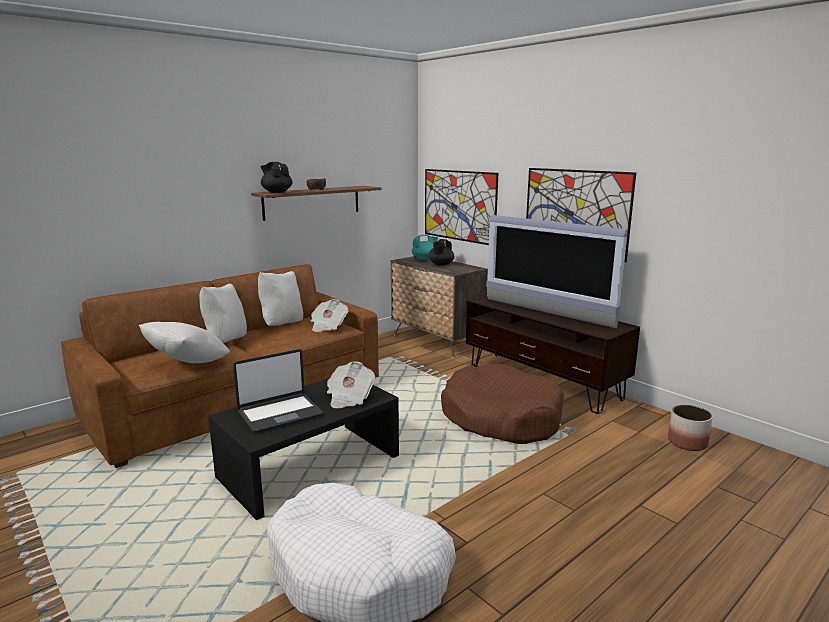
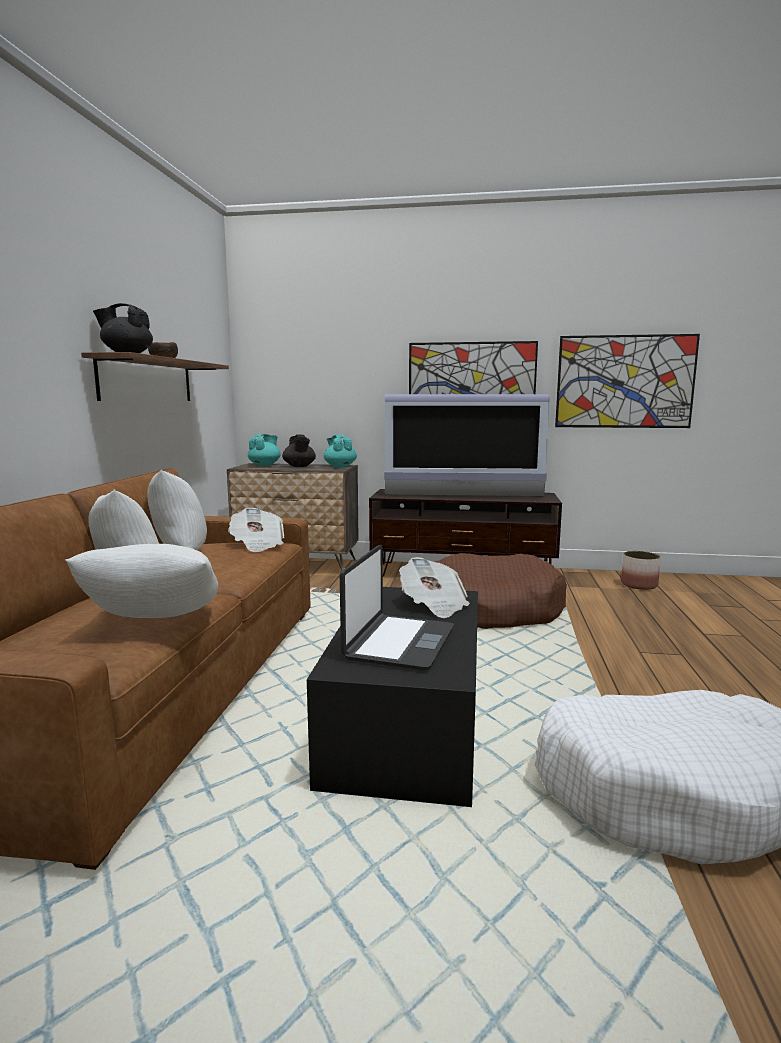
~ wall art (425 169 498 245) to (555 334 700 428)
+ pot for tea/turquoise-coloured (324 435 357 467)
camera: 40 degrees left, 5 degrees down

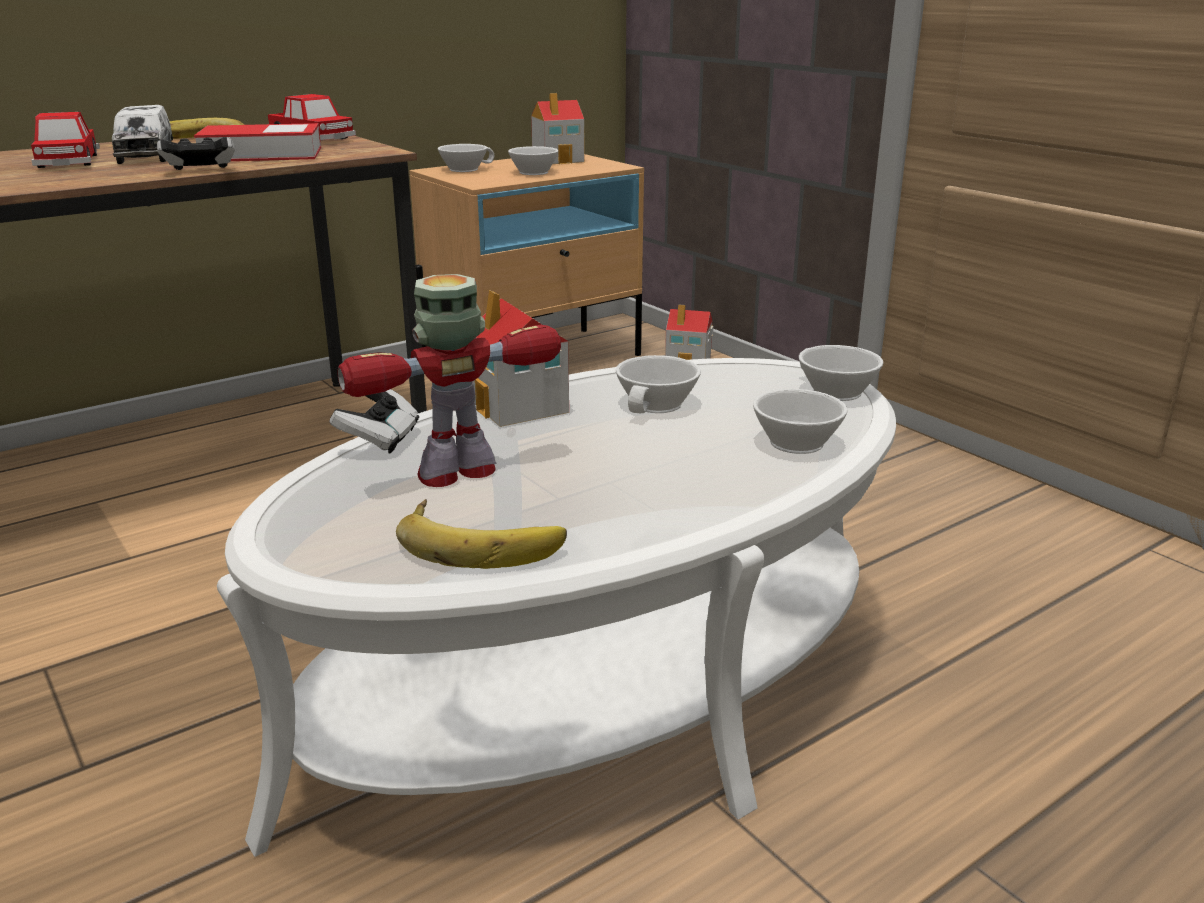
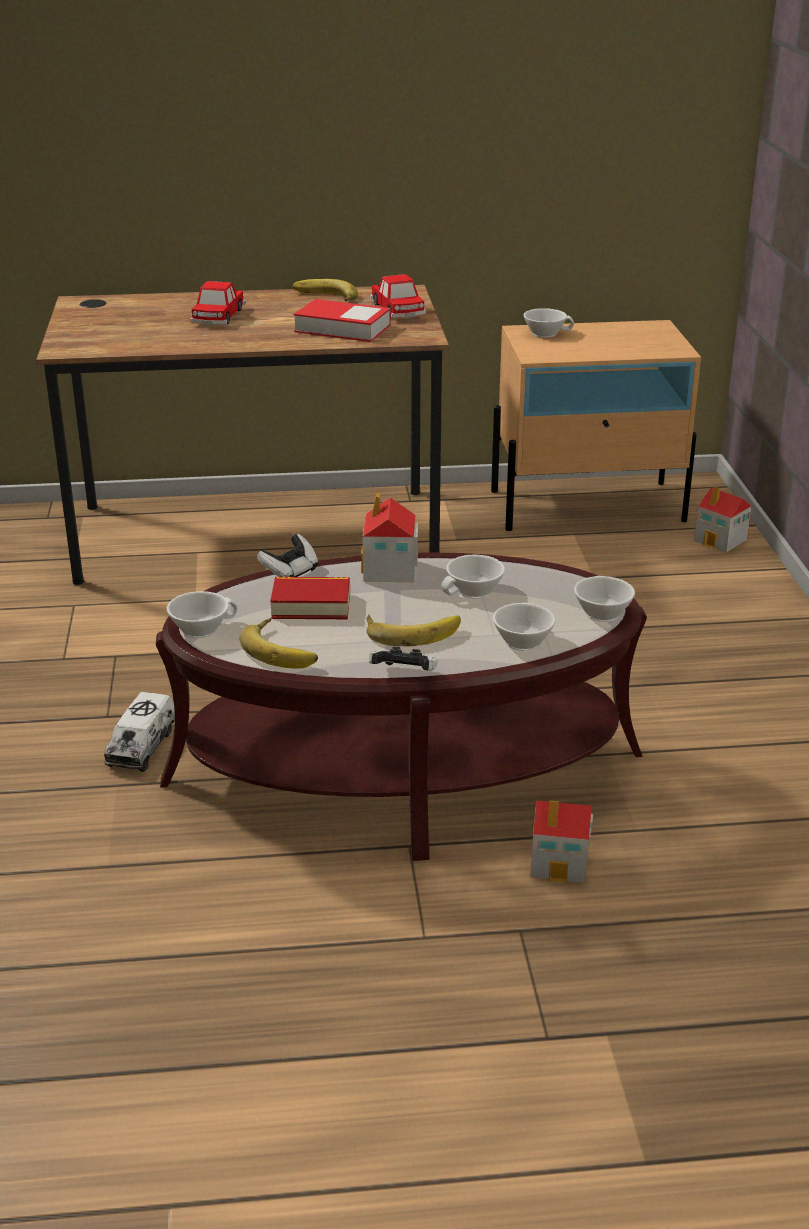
~ toy lorry (112 105 173 164) to (104 692 175 772)
~ gamepad (157 137 235 170) to (369 647 437 671)
~ coffee table/white-coloured (217 358 896 857) to coffee table/brown-coloured (156 552 647 861)
~ model robot (337 274 561 487) to bound book (270 577 350 619)
~ drinking cup/white-coloured (508 146 558 175) to (167 591 237 638)
~ toy house (531 93 585 164) to (530 801 593 883)
+ banana (367 614 461 647)
camera: 30 degrees right, 5 degrees up

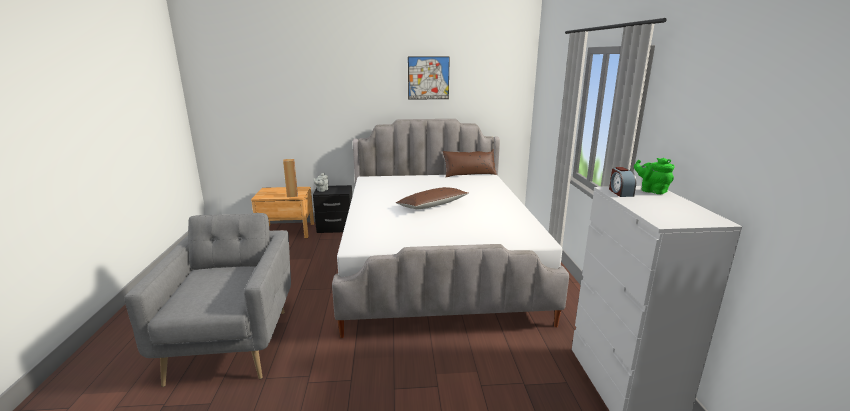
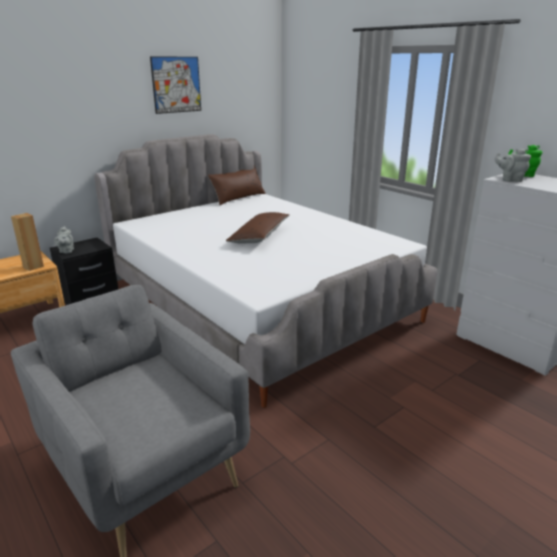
~ bedside clock (609 167 636 197) to pot for tea/grey (495 149 531 182)
camera: 35 degrees left, 5 degrees up

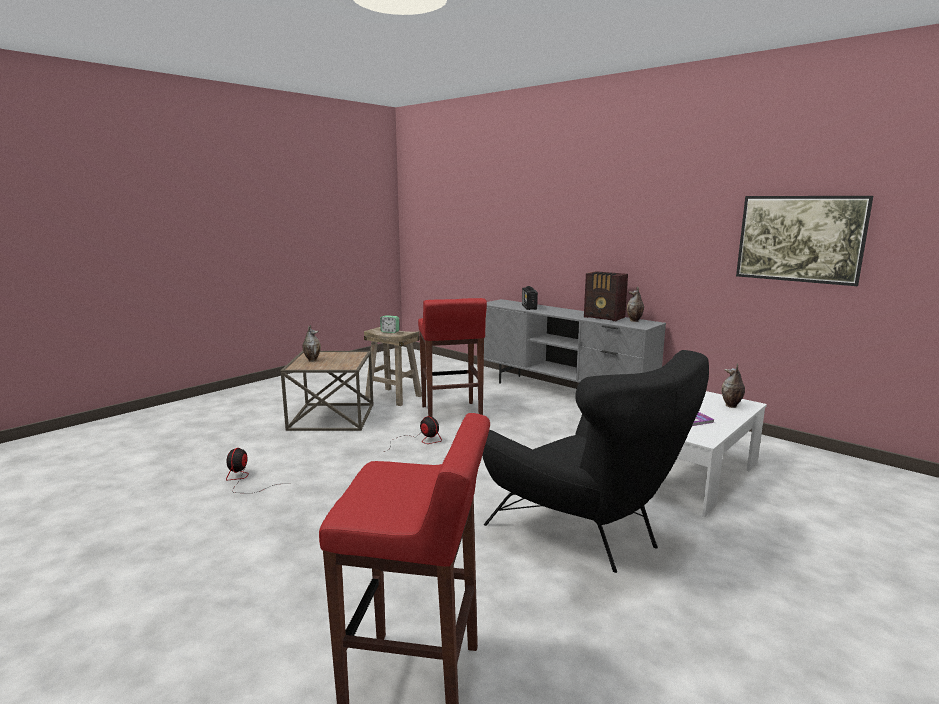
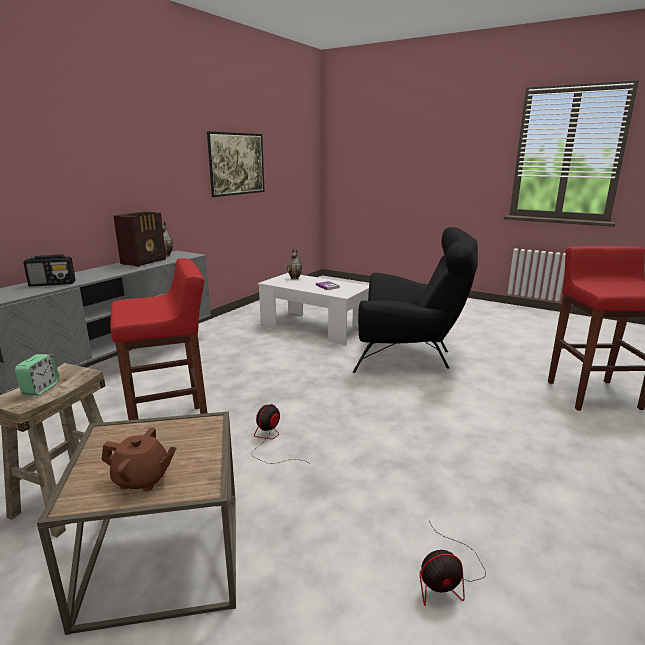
~ flower vase (302 325 321 362) to pot for tea/brown-coloured (102 428 177 491)
~ armchair/black (482 350 709 573) = (353 227 478 373) 60 degrees clockwise
camera: 100 degrees left, 5 degrees up

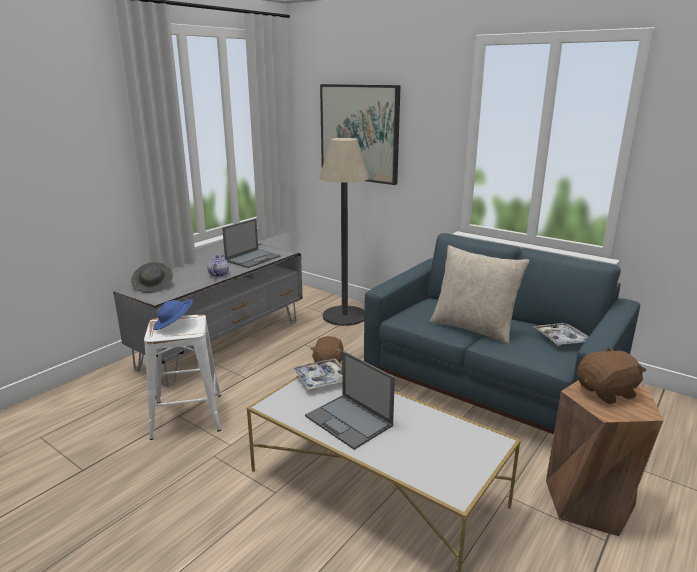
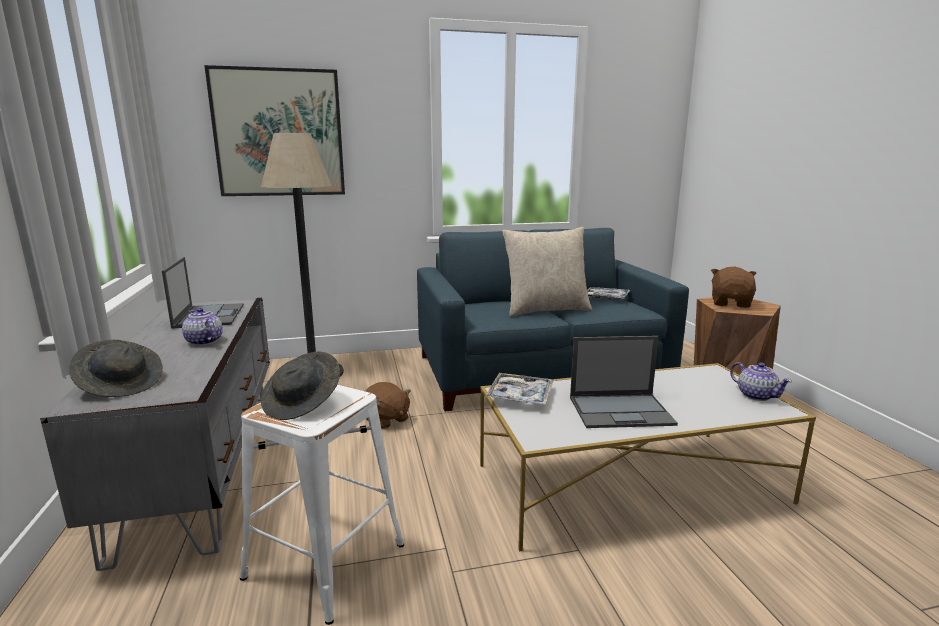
~ clothing hat/bluish (153 299 193 330) to clothing hat/grey (261 352 340 420)
+ pot for tea (730 362 792 401)
camera: 50 degrees left, 5 degrees down

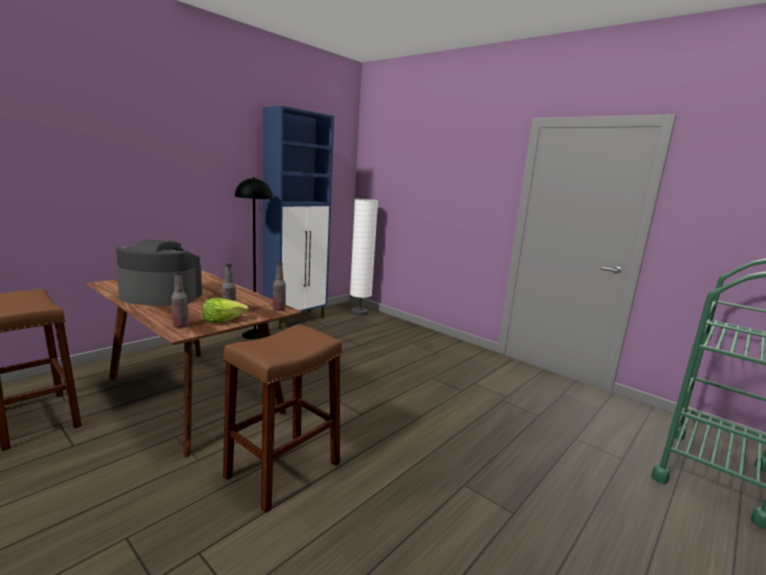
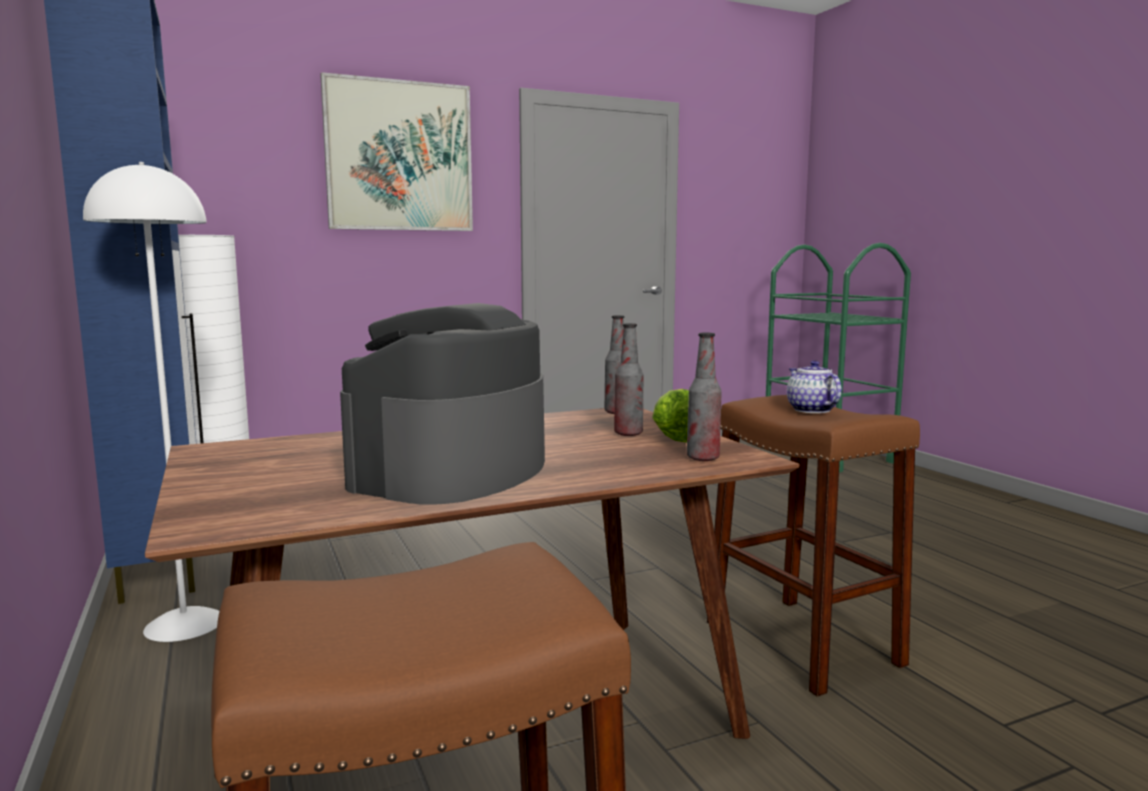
~ floor lamp/black (235 177 273 339) to floor lamp/white-coloured (83 162 219 642)
+ wall art (320 72 473 231)
+ pot for tea (787 360 842 413)
camera: 65 degrees left, 5 degrees down

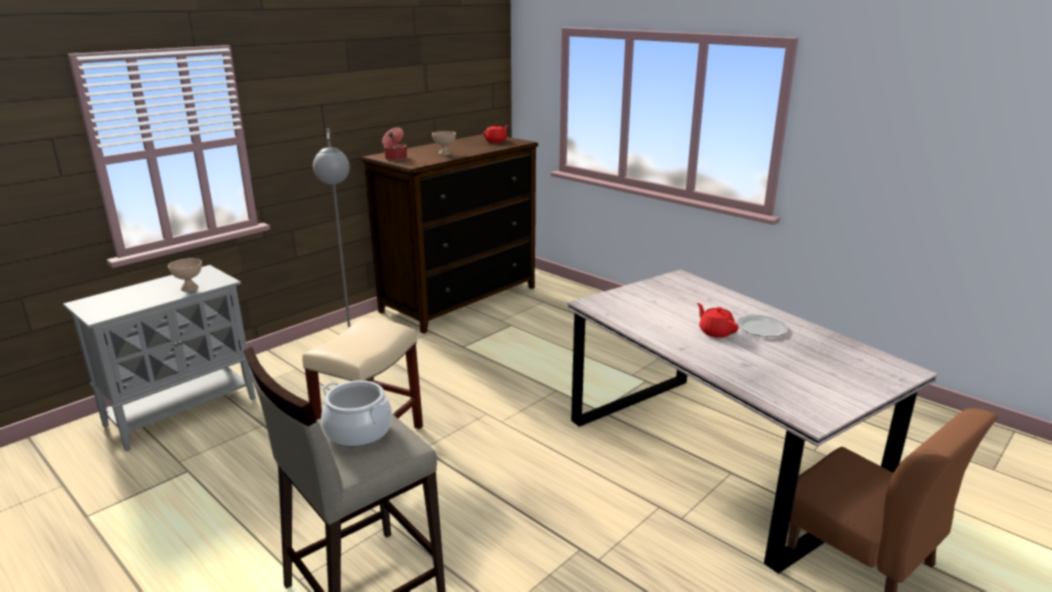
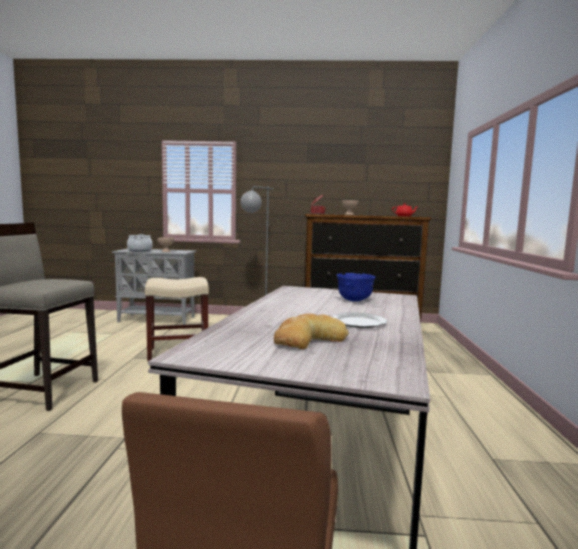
~ cooking pot (321 380 392 447) to (127 234 153 252)
- pot for tea/reddish (697 303 739 338)
+ bread (274 313 348 349)
+ deep dish/bluish (337 273 375 302)
camera: 50 degrees right, 15 degrees down

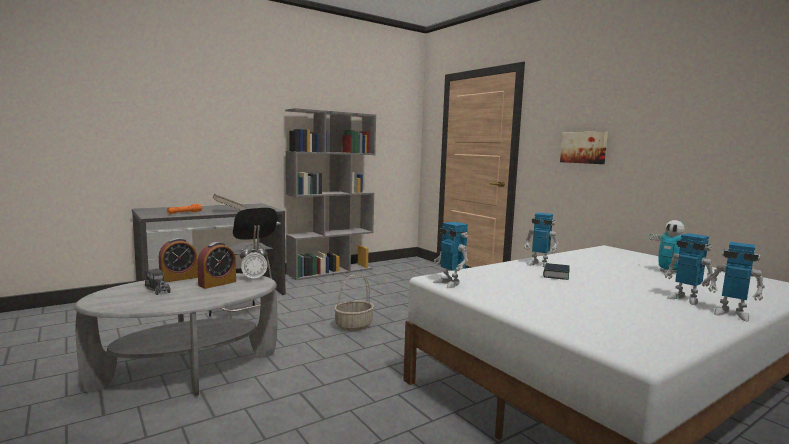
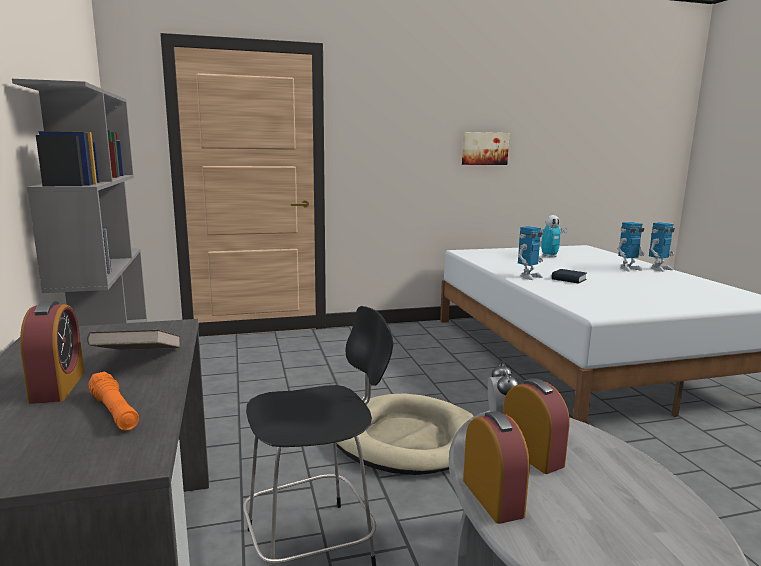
- toy lorry (145 268 171 295)
~ household basket (334 274 374 331) to dog cushion/beige-coloured (336 393 474 475)
- model robot (433 222 468 288)
~ wall art (560 132 608 164) to (462 132 510 165)
+ bedside clock (20 301 84 404)
camera: 70 degrees left, 5 degrees up

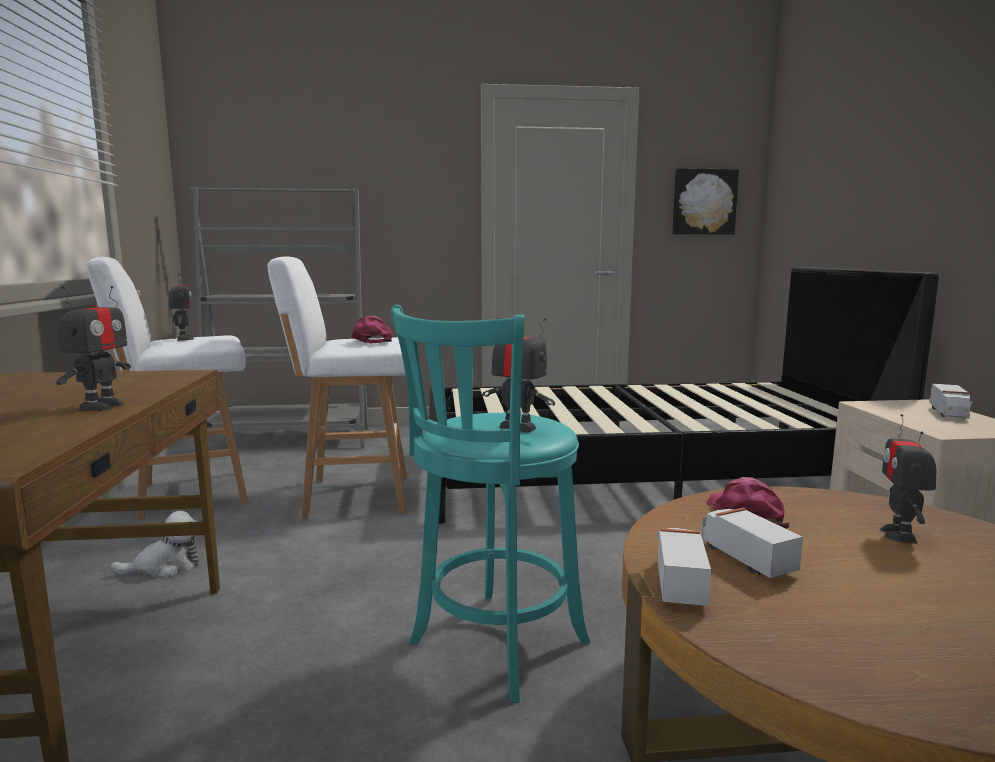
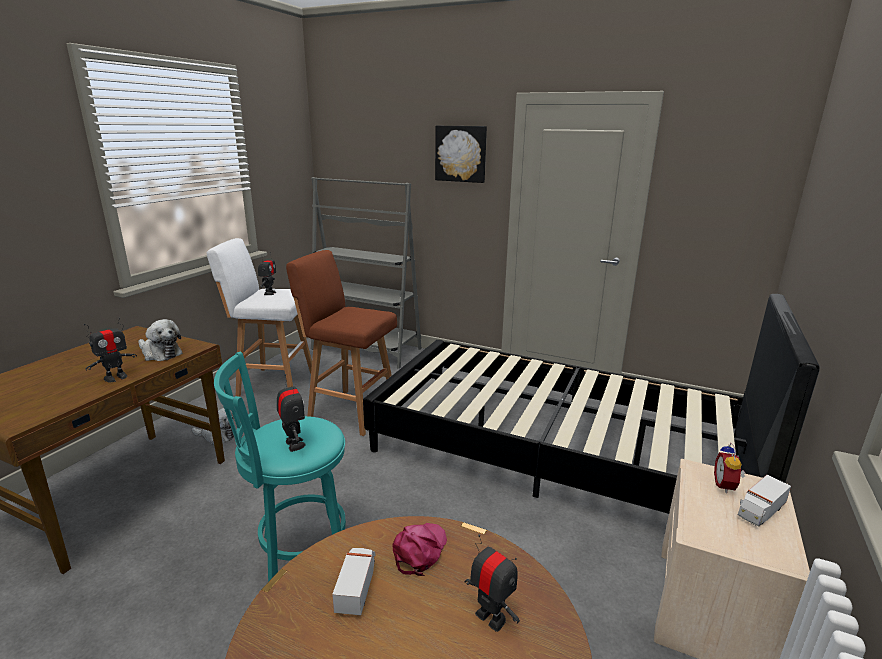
~ stool seat/white-coloured (268 257 407 519) to stool seat/brown-coloured (286 250 397 436)
- baseball cap/pinkish (351 315 393 343)
- toy lorry (657 528 711 606)
~ wall art (672 168 739 235) to (435 126 487 183)
~ model robot (880 414 937 544) = (465 535 520 632) 90 degrees clockwise
+ soft toy (139 319 183 361)
+ bedside clock (714 443 746 493)
camera: 30 degrees right, 10 degrees up

